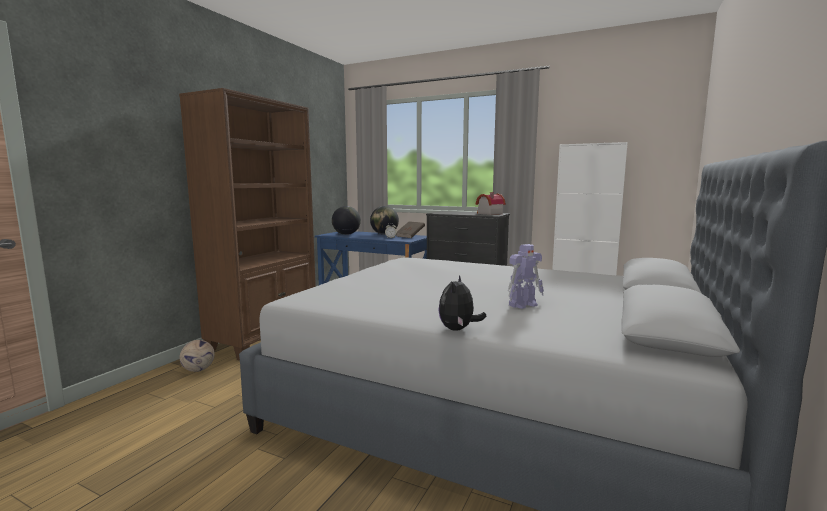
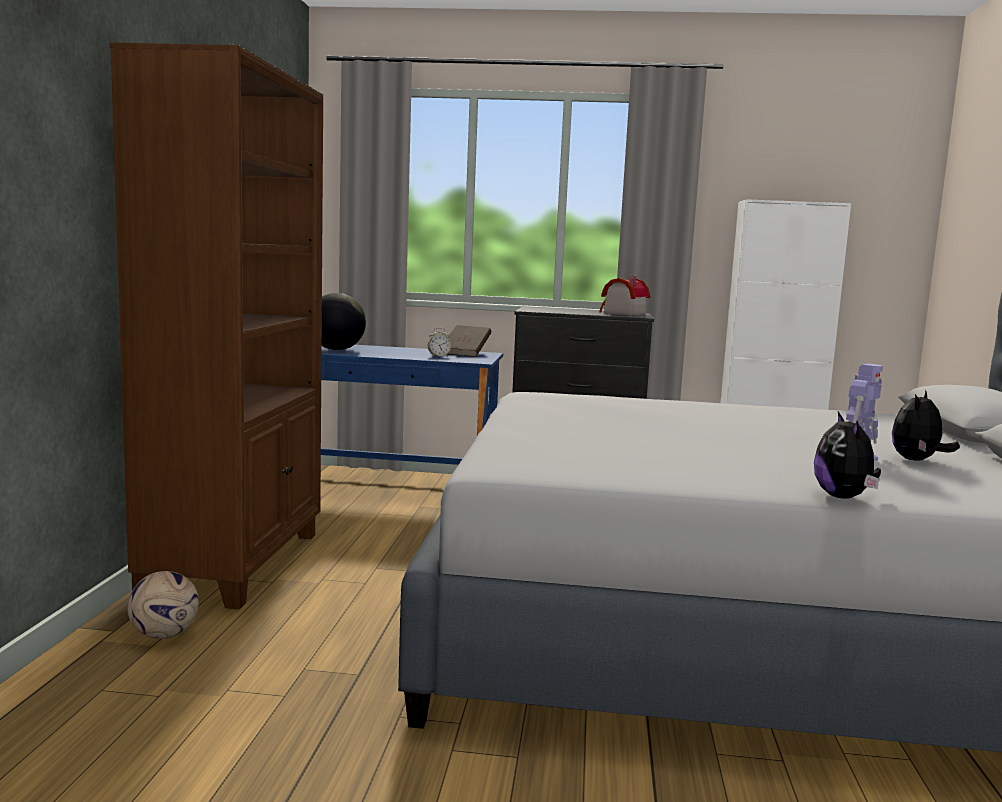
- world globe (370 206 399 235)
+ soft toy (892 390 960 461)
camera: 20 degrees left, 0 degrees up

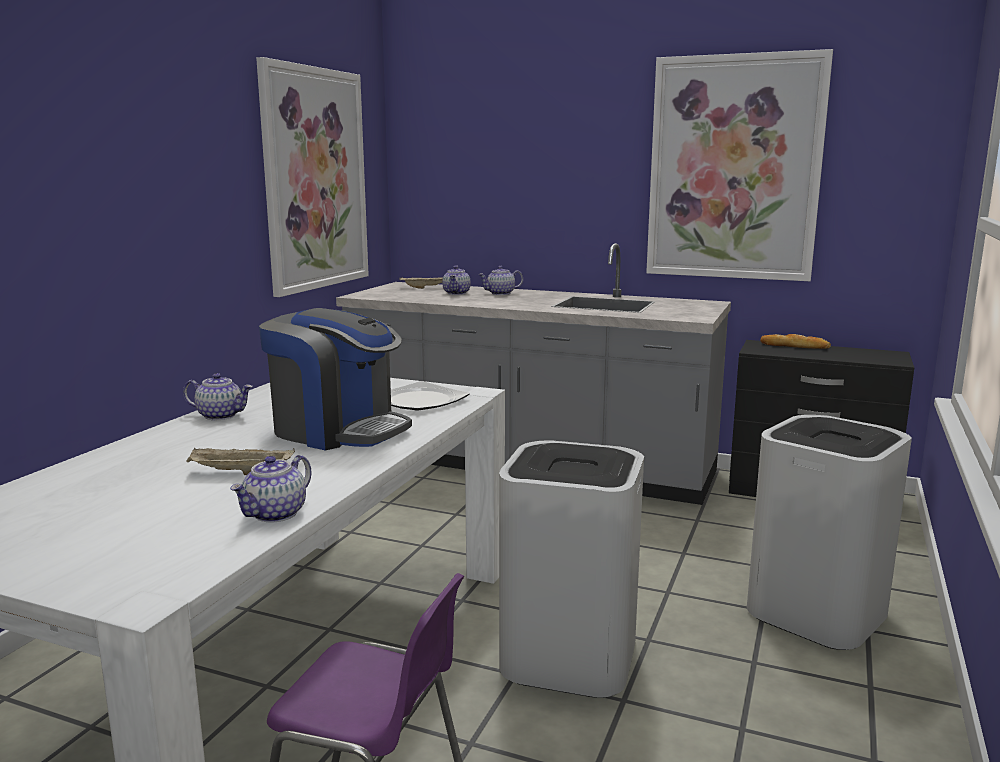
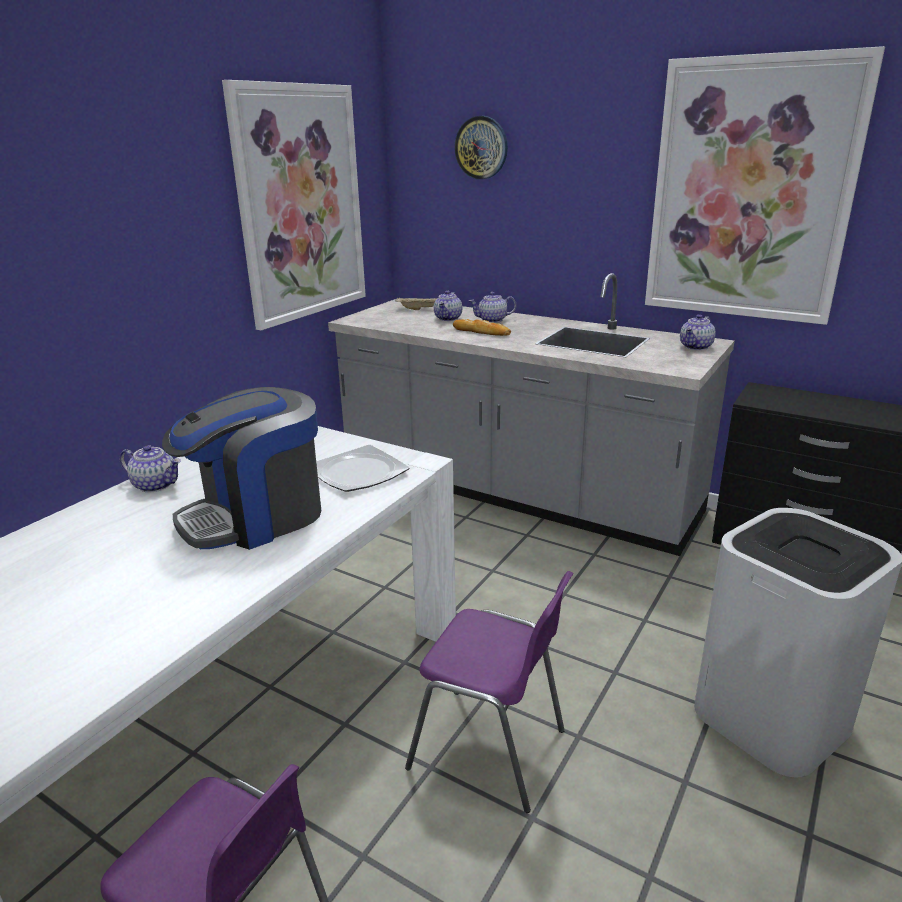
- carrying tray/beige-coloured (187 447 295 475)
~ pot for tea (230 455 311 522) to (680 314 716 350)
~ coffee machine (259 308 412 450) = (162 387 321 550) 105 degrees clockwise
~ trash can/white-coloured (499 440 644 698) to plain chair/purple-coloured (405 571 574 813)
~ bread (760 334 831 349) to (453 319 511 336)
+ hanging clock (454 116 508 180)
camera: 10 degrees right, 10 degrees up

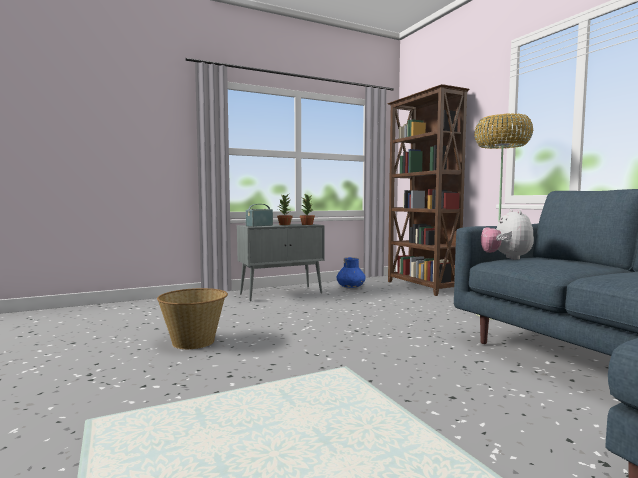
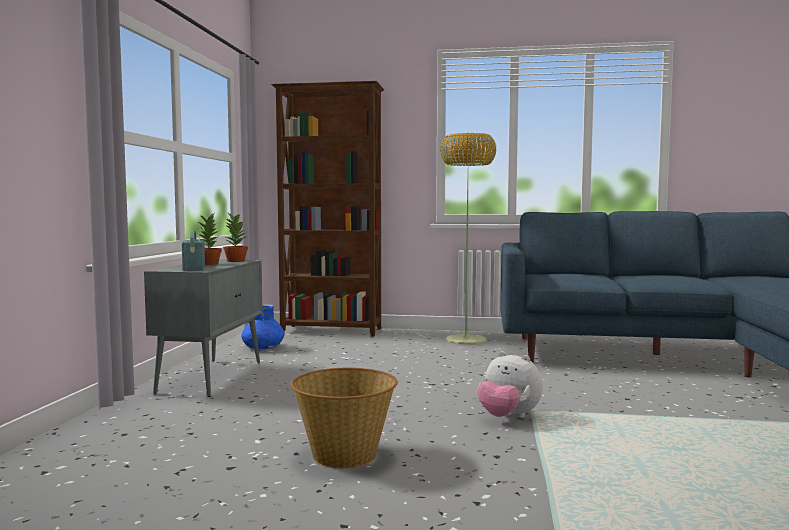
~ soft toy (481 209 534 260) to (477 351 543 418)
camera: 55 degrees left, 0 degrees up

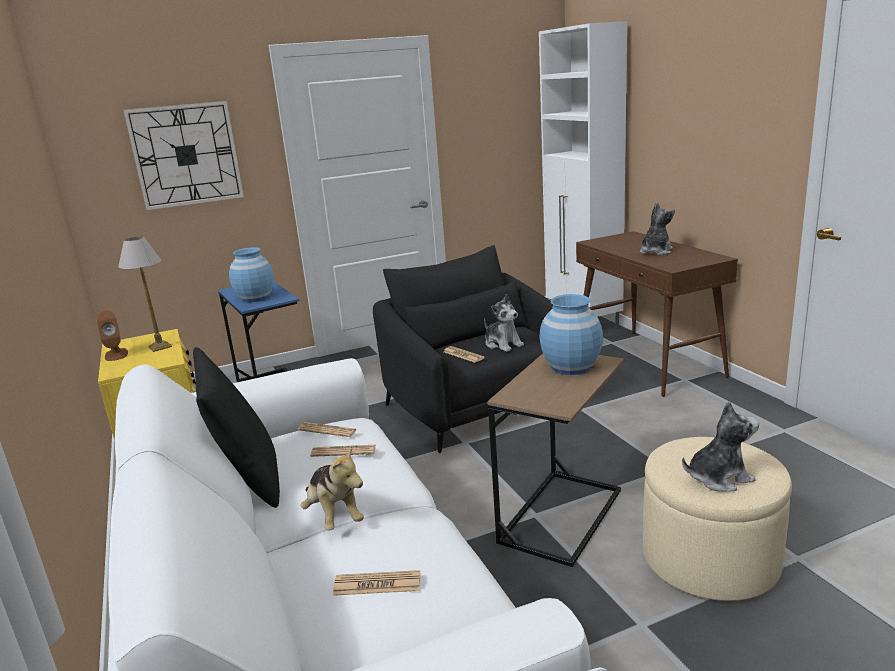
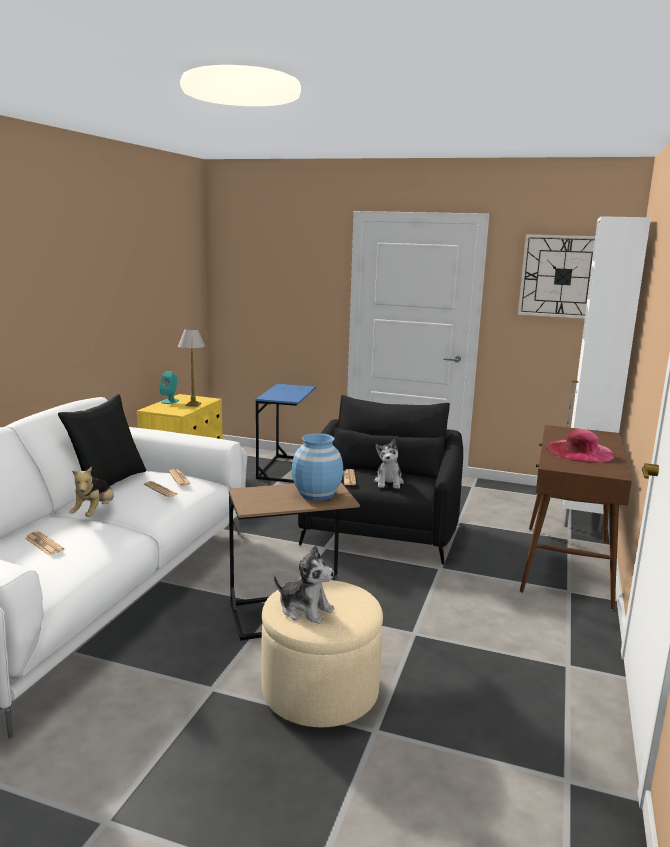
~ speaker/brown-coloured (97 310 128 361) to speaker/turquoise-coloured (160 371 179 404)
~ hanging clock (123 101 244 210) to (518 234 595 319)
- flower vase/bluish (229 247 274 302)
~ soft toy (640 202 675 255) to clothing hat/pinkish (547 429 614 463)
camera: 40 degrees right, 5 degrees down

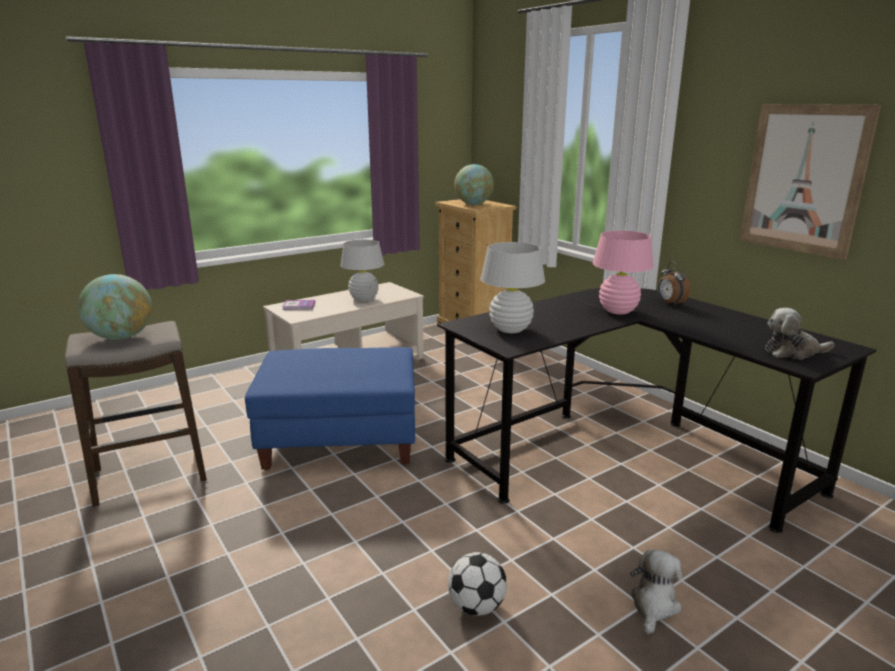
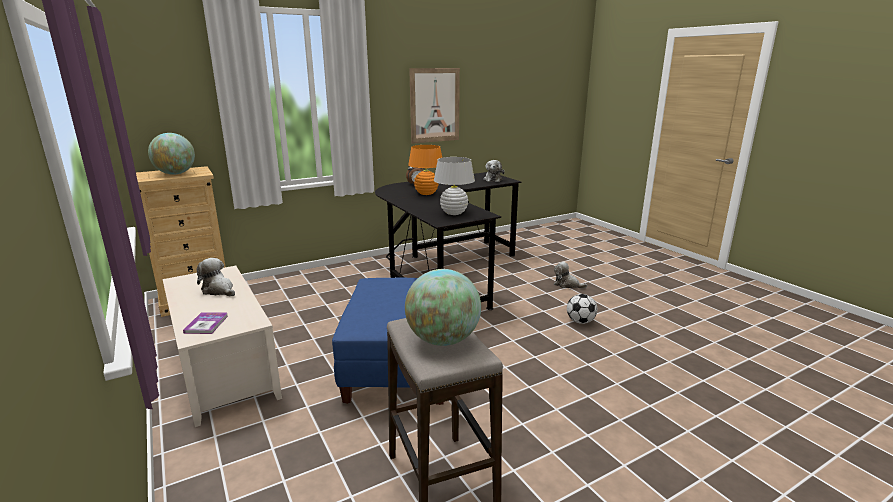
~ lamp for a table/white-coloured (340 239 384 302) to soft toy (197 258 235 296)
~ lamp for a table/pinkish (593 231 654 315) to lamp for a table/orange-coloured (408 145 442 195)
camera: 85 degrees left, 0 degrees up

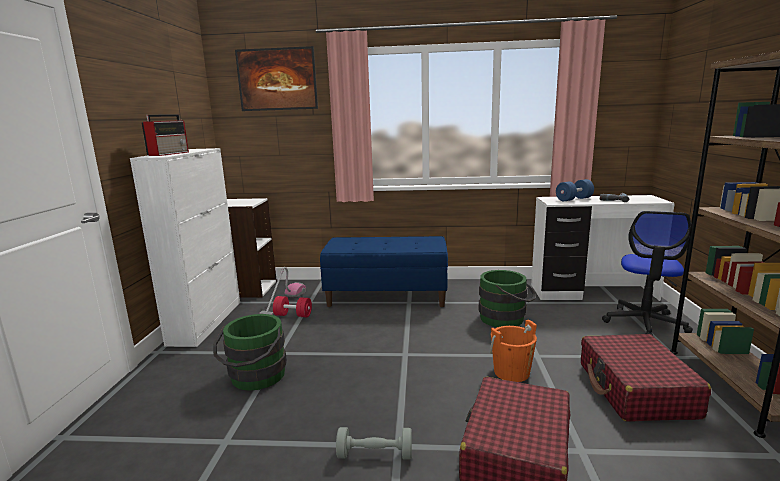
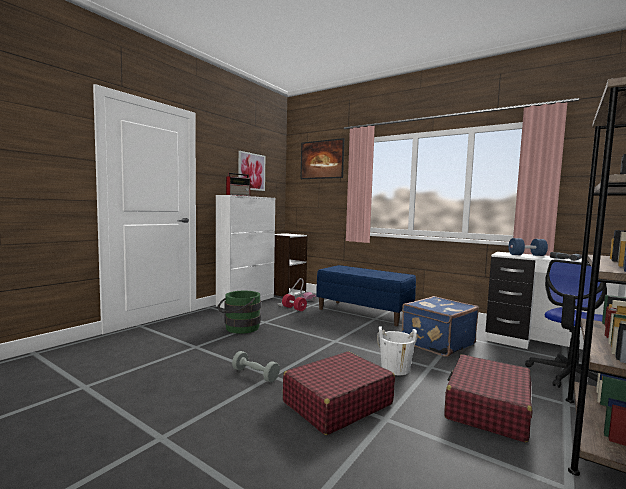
~ pail/green (479 270 535 327) to travel case/bluish (402 296 479 357)
~ pail/orange-coloured (490 319 537 382) to pail/white-coloured (377 326 418 375)
+ wall art (238 151 265 191)
camera: 30 degrees right, 10 degrees down

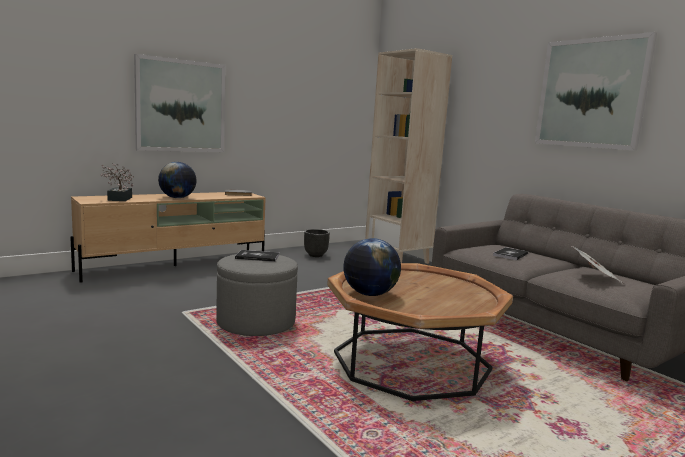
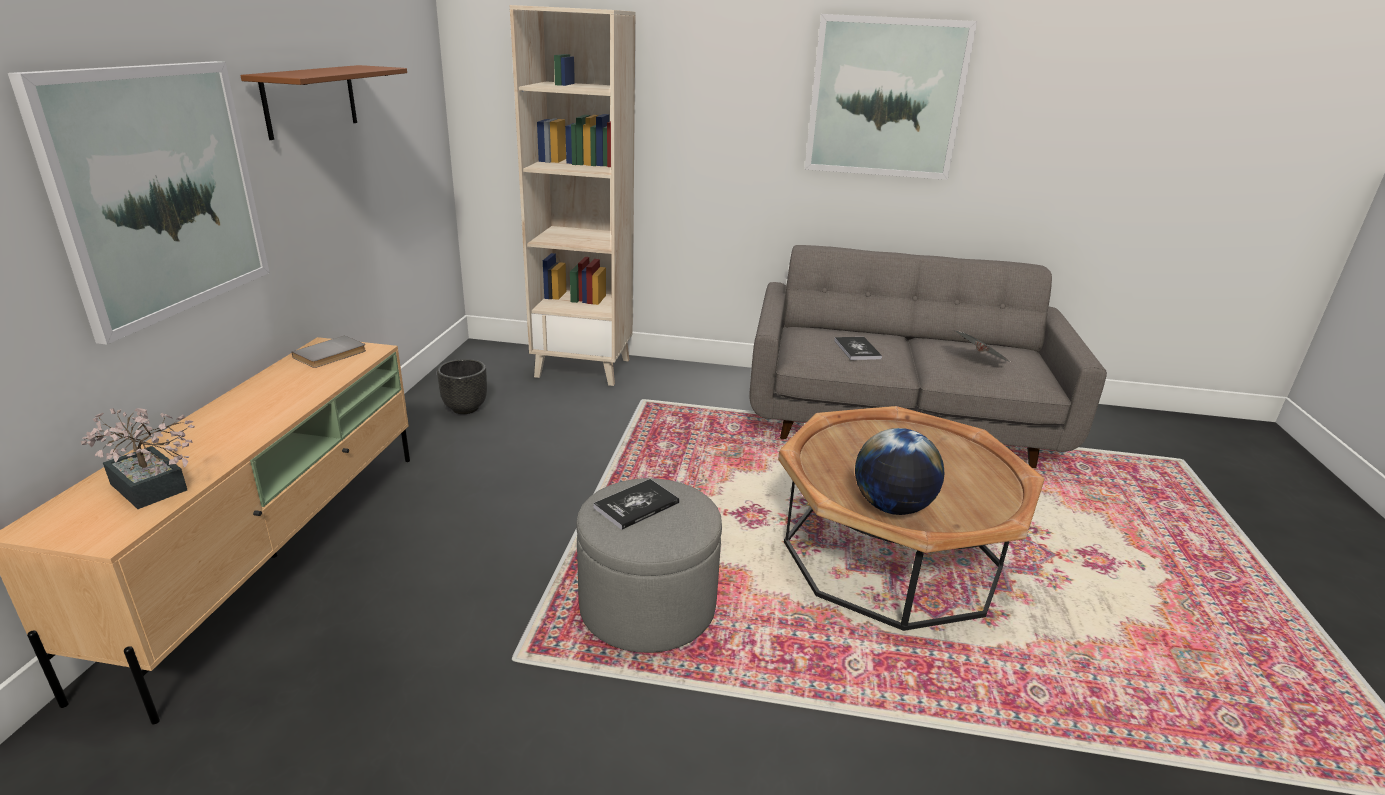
- world globe (158 162 197 198)
+ bracket shelf/brown-coloured (240 65 407 140)
camera: 45 degrees left, 15 degrees up

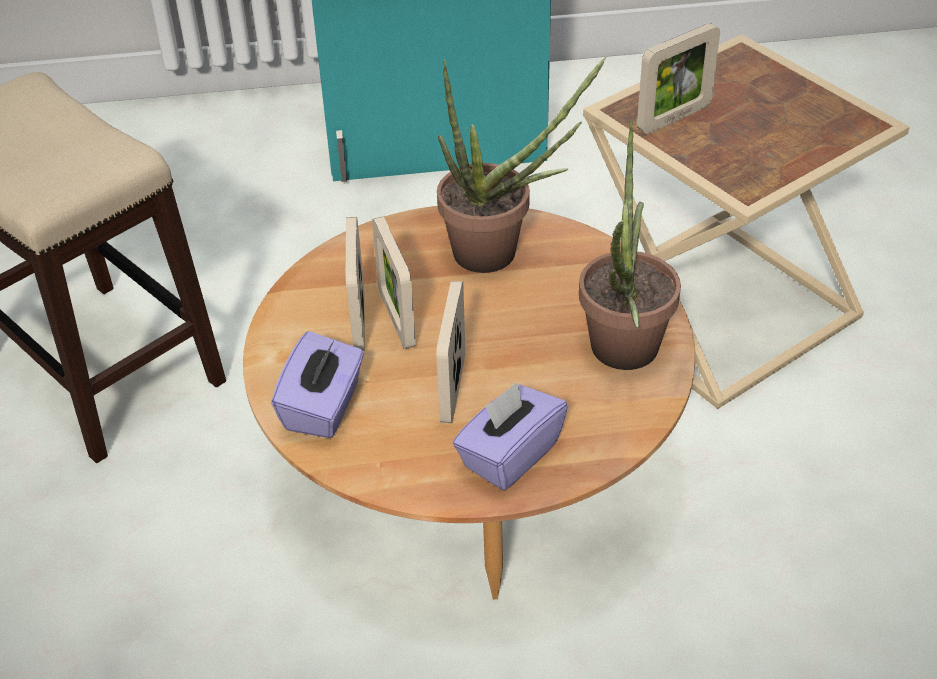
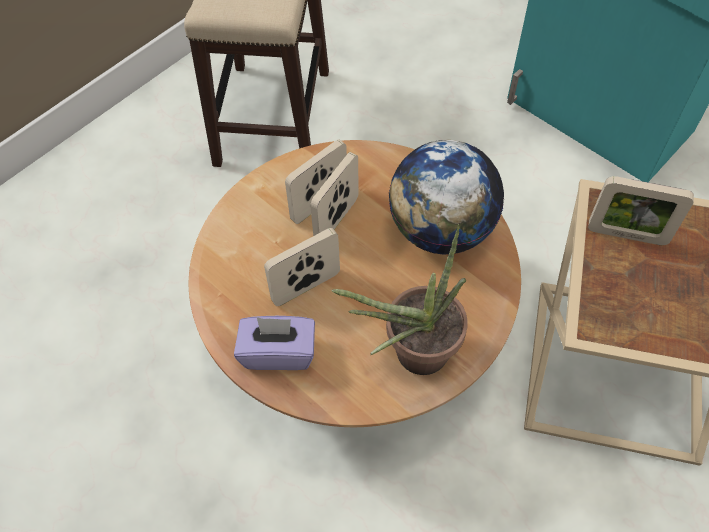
- tissue holder/purple-coloured (271 331 364 438)
~ plant in a pot (437 57 606 273) to world globe (388 140 504 254)
camera: 50 degrees right, 15 degrees up

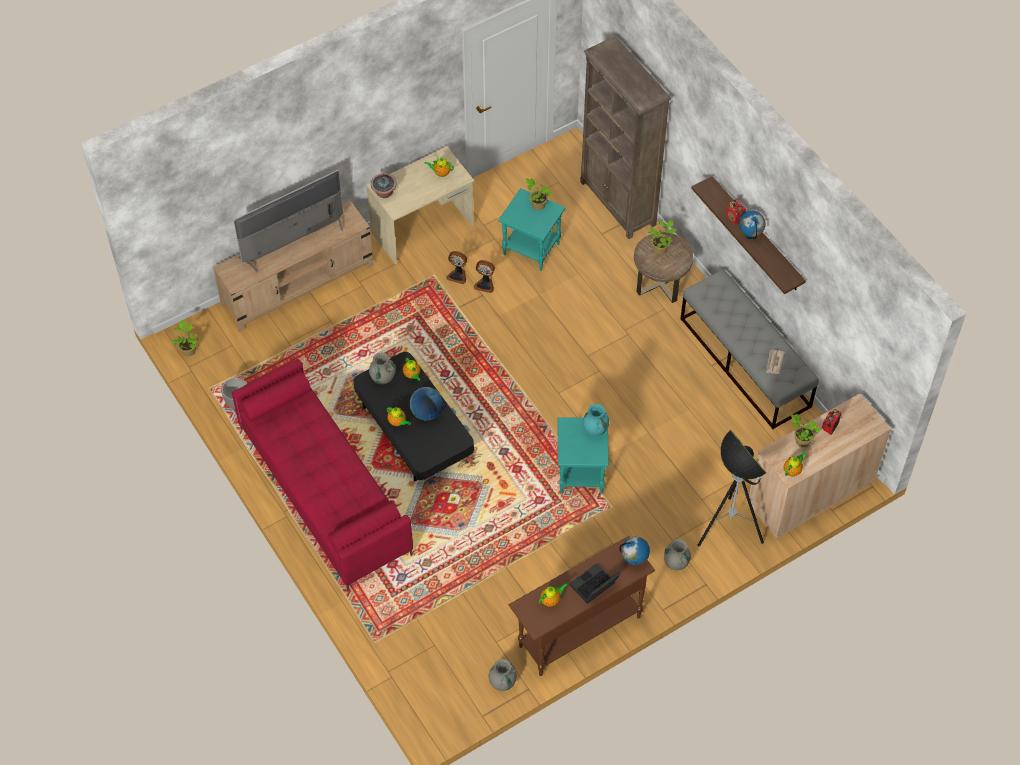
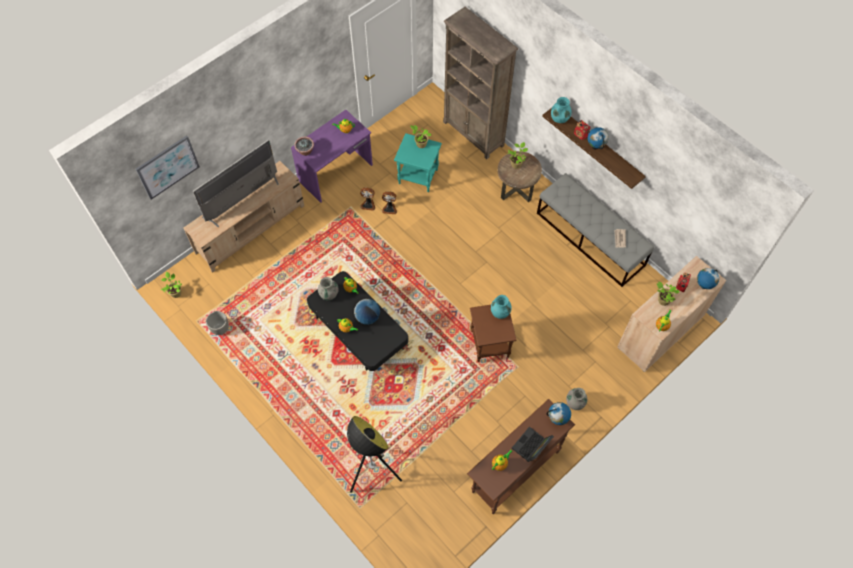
- settee/reddish (232 359 413 591)
~ desk unit/beige-coloured (366 146 474 265) to desk unit/purple-coloured (291 110 373 203)
- flower vase/grey (488 659 517 691)
~ end table/turquoise-coloured (558 417 609 494) to end table/brown-coloured (470 305 517 362)
~ floor lamp (698 430 766 546) to (347 416 402 493)
+ wall art (136 136 200 200)
+ flower vase/turquoise-coloured (551 97 572 123)
+ world globe (697 268 719 289)
camera: 10 degrees left, 5 degrees up

